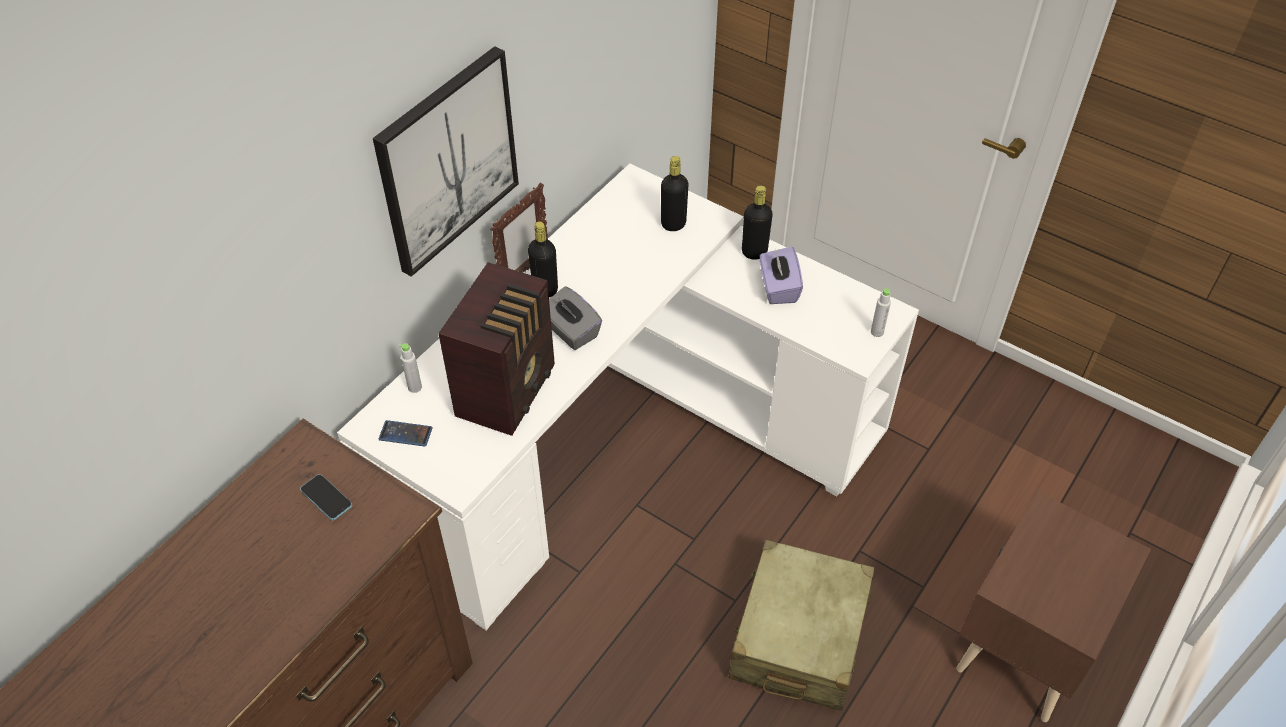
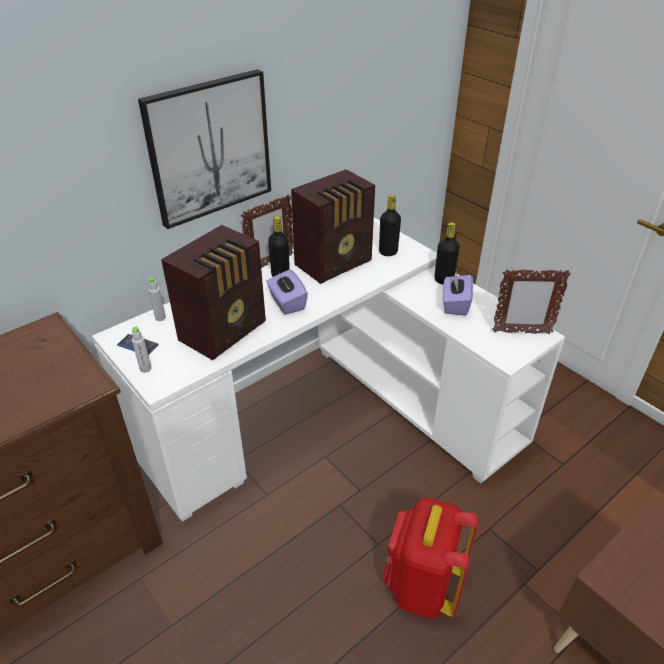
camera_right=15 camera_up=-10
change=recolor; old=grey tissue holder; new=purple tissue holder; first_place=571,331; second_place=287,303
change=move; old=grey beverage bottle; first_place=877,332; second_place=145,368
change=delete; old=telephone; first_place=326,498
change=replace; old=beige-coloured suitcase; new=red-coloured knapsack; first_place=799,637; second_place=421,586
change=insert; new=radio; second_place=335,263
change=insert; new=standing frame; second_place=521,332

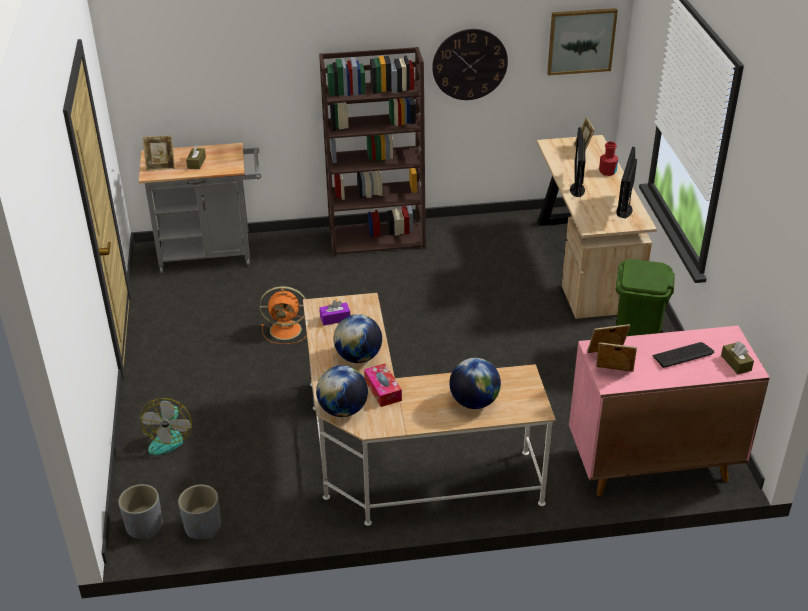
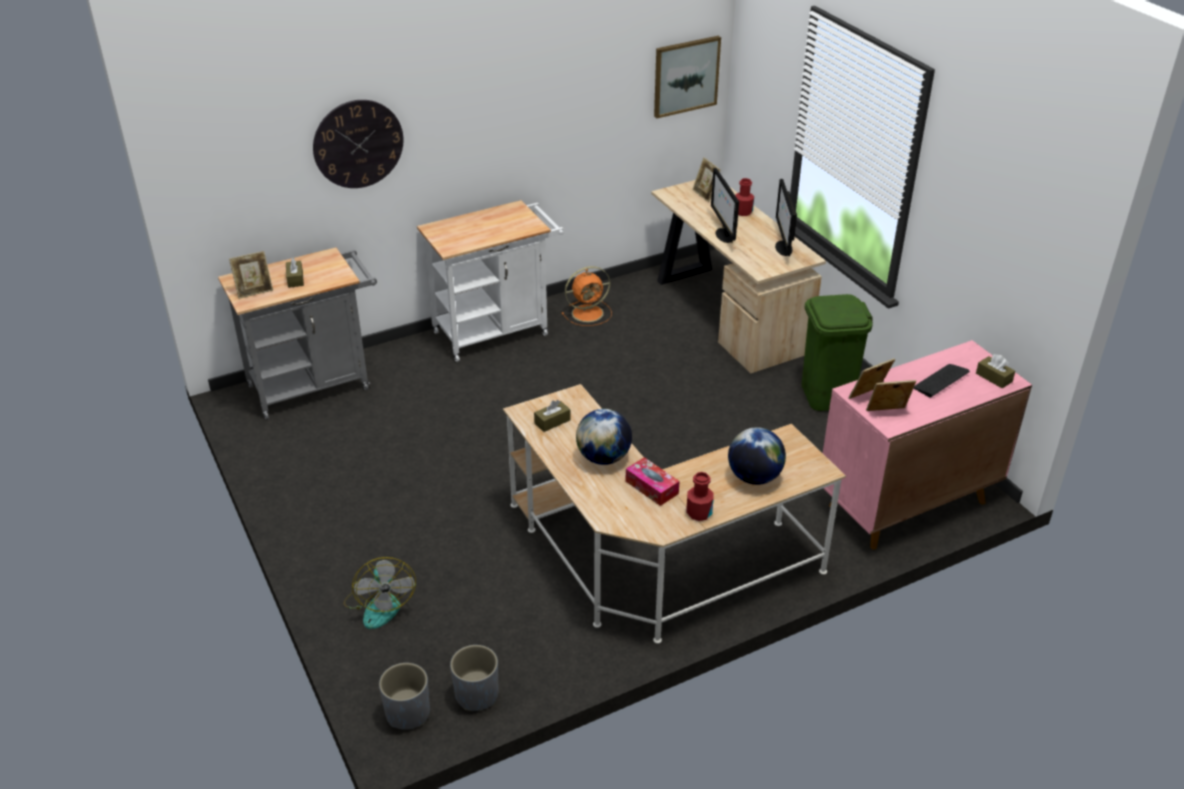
camera_right=-20 camera_up=0
change=move; old=clock on the wall; first_place=469,64; second_place=358,144
change=replace; old=brown shelving unit; new=whitish cart; first_place=377,238; second_place=497,331
change=move; old=orangey cooling fan; first_place=287,330; second_place=589,313
change=recolor; old=purple tissue holder; new=brown tissue holder; first_place=335,318; second_place=552,421
change=delete; old=world globe; first_place=343,410
change=insert; new=red-coloured beverage bottle; second_place=699,513

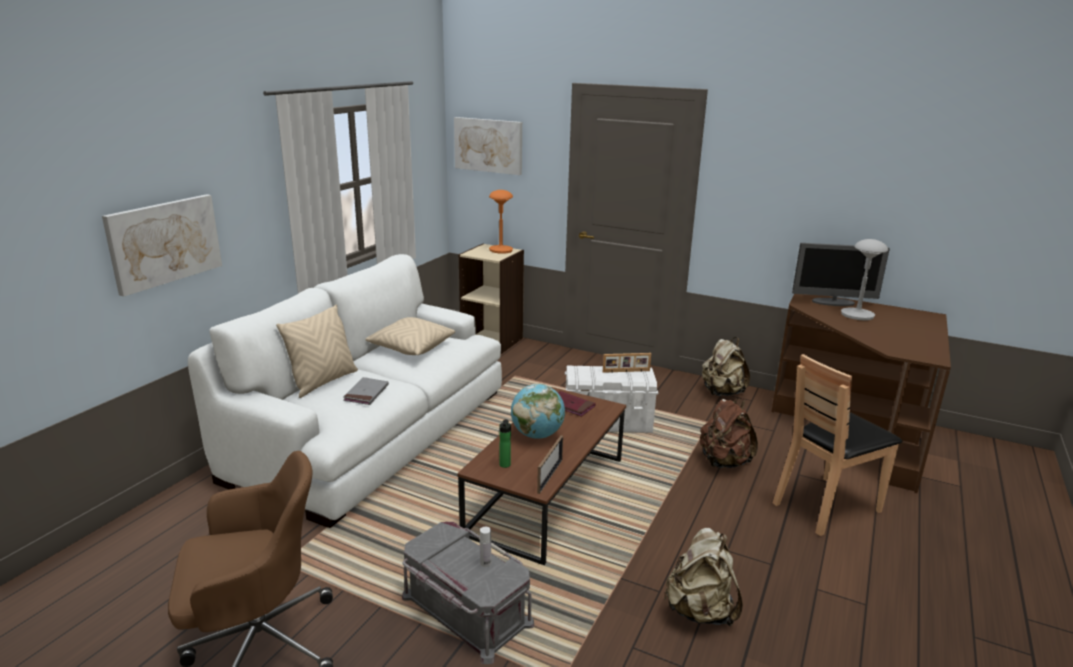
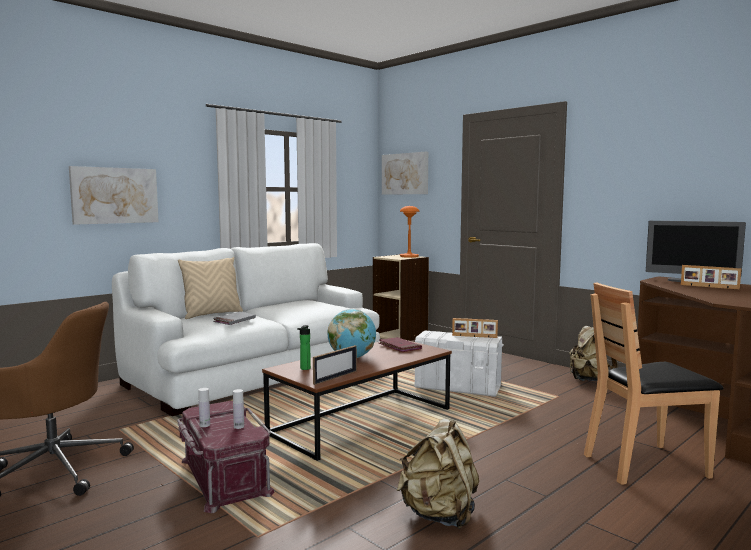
camera_right=20 camera_up=-15
change=replace; old=grey tabletop lamp; new=standing frame; first_place=857,315; second_place=709,287
change=delete; old=beige-coloured pillow; first_place=410,347
change=delete; old=brown knapsack; first_place=724,462
change=recolor; old=grey storage bin; new=red-coloured storage bin; first_place=465,611; second_place=223,478
change=insert; new=whitish beverage bottle; second_place=205,425

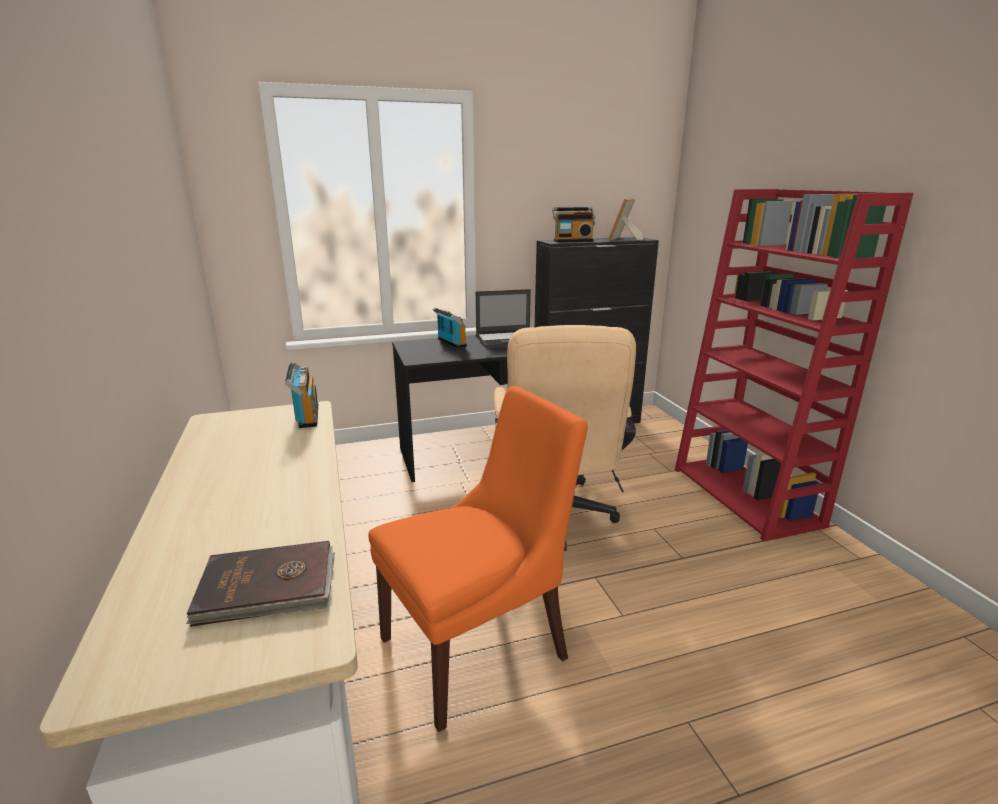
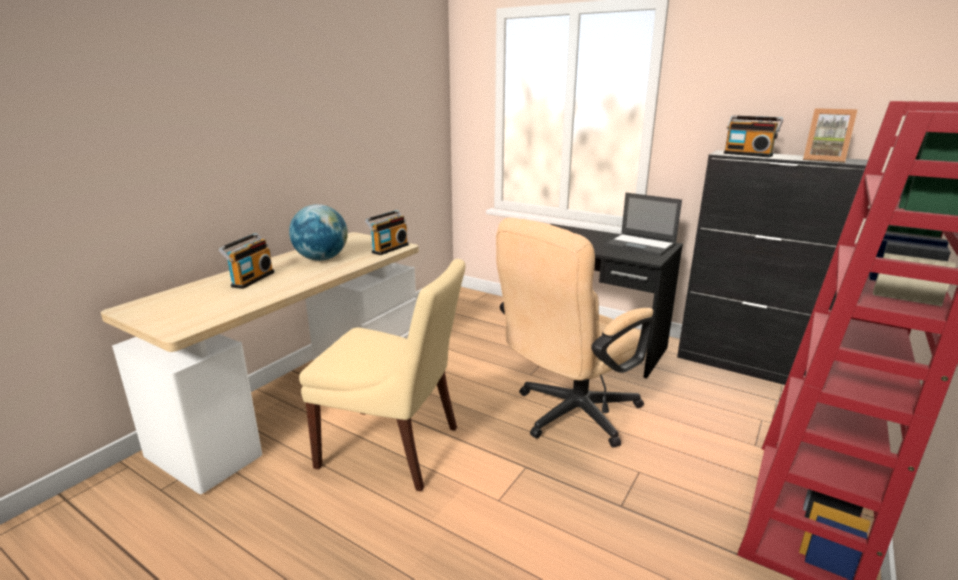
camera_right=50 camera_up=0
change=rotate; old=standing frame; first_place=624,239; second_place=823,159; degrees=-135
change=move; old=radio; first_place=450,343; second_place=251,279
change=recolor; old=orangey upright chair; new=beige-coloured upright chair; first_place=478,645; second_place=394,448
change=delete; old=brown bound book; first_place=268,588
change=insert; new=world globe; second_place=322,259

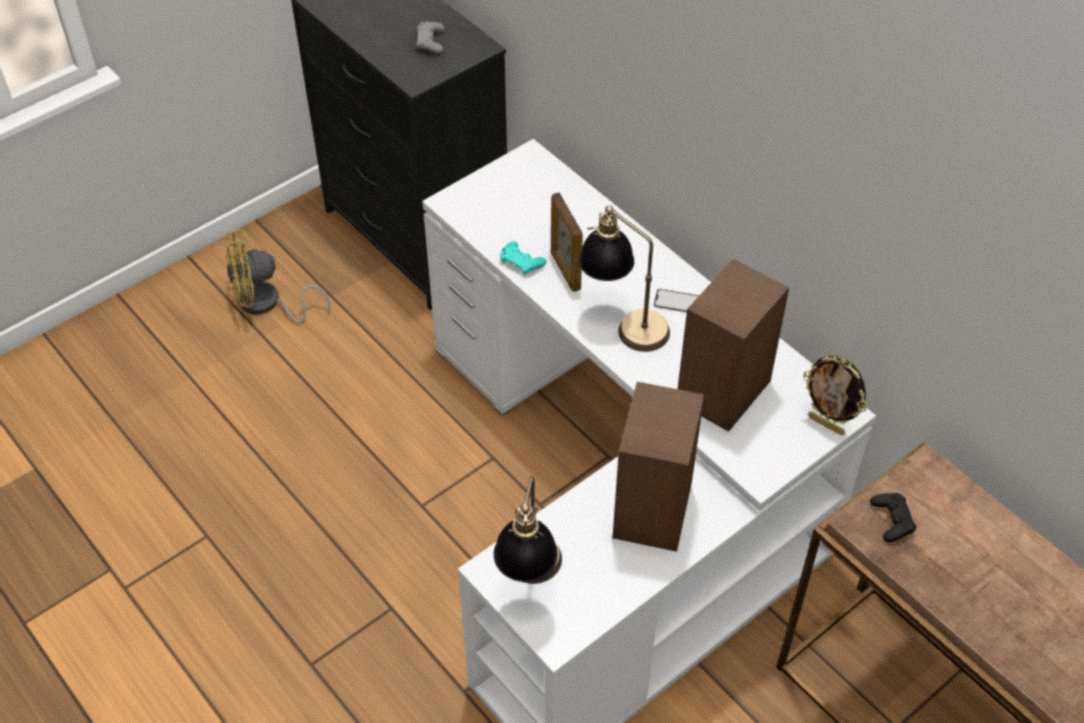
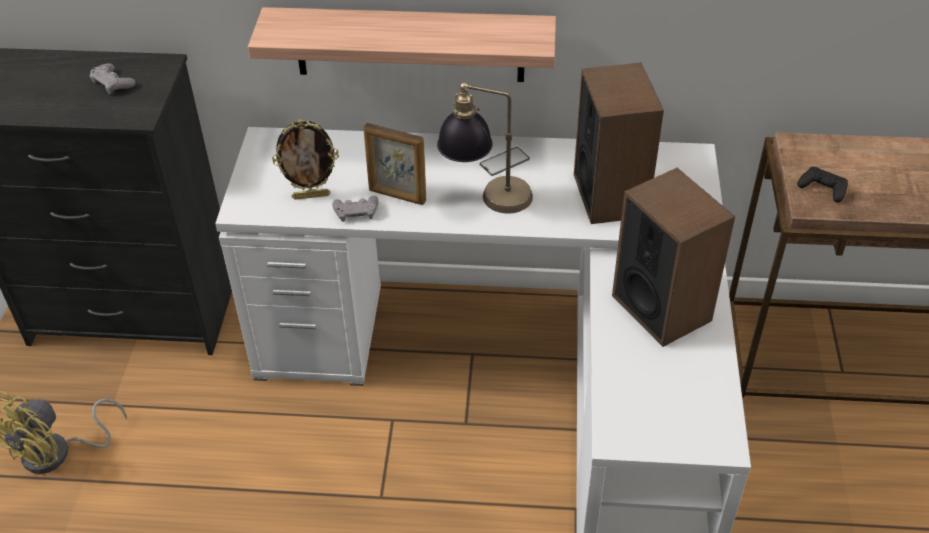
camera_right=-45 camera_up=-5
change=recolor; old=turquoise game controller; new=grey game controller; first_place=521,262; second_place=356,212
change=move; old=standing frame; first_place=827,424; second_place=311,195
change=delete; old=tabletop lamp; first_place=529,580
change=insert; new=wall shelf; second_place=409,44

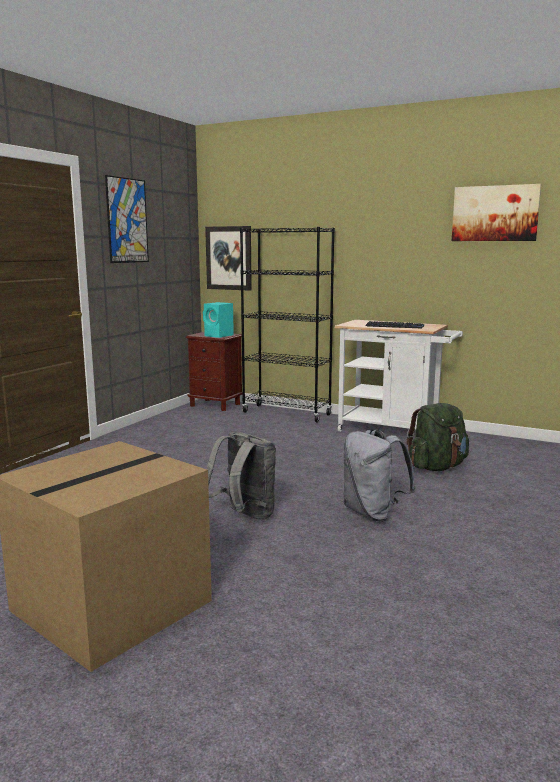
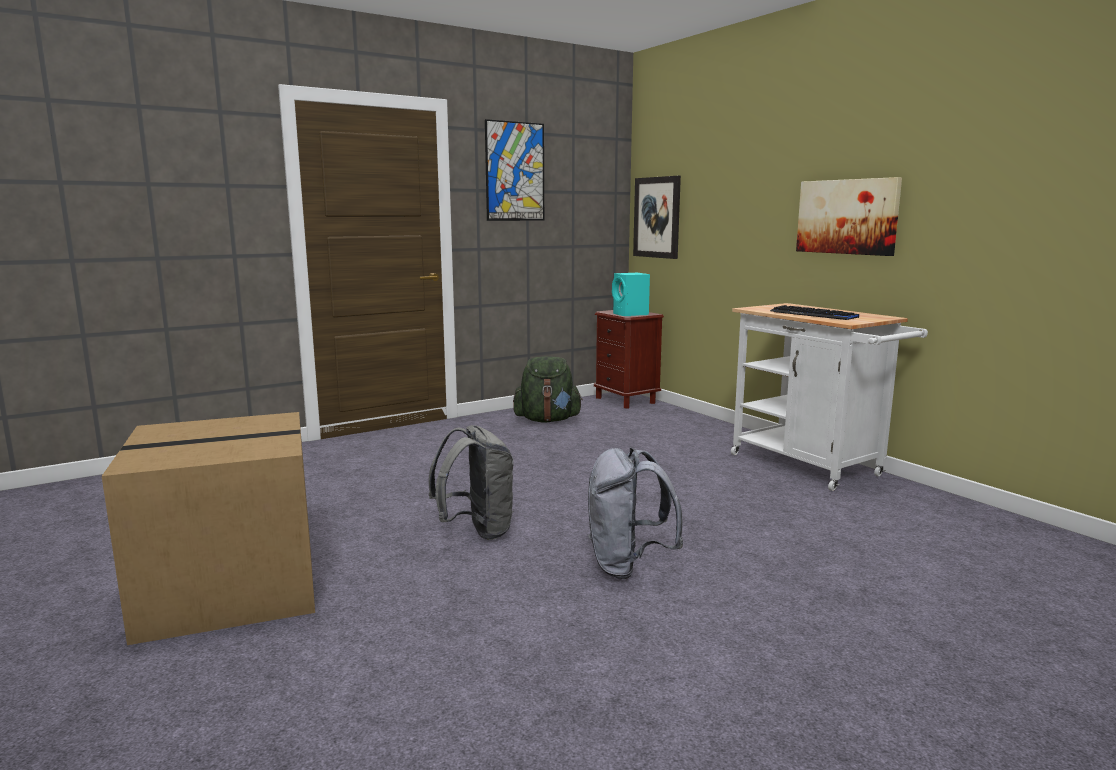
camera_right=30 camera_up=0
change=move; old=wall art; first_place=495,213; second_place=847,216
change=delete; old=black shelving unit; first_place=286,413
change=move; old=green-coloured knapsack; first_place=436,467; second_place=547,420

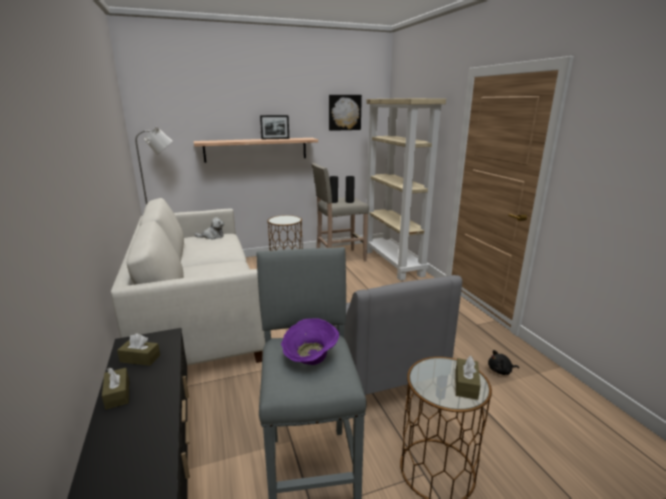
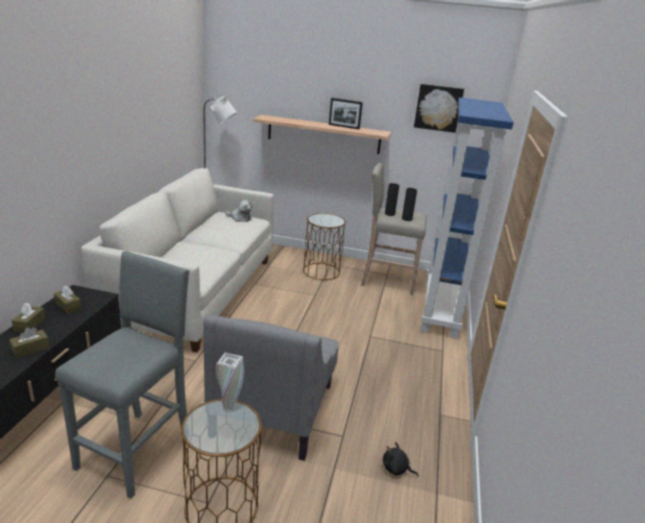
camera_right=30 camera_up=5
change=recolor; old=beige-coloured shelving unit; new=blue-coloured shelving unit; first_place=394,263; second_place=441,309
change=delete; old=purple serving bowl; first_place=309,359
change=move; old=brown tissue holder; first_place=466,385; second_place=30,349
change=insert; new=whitish flower vase; second_place=229,406

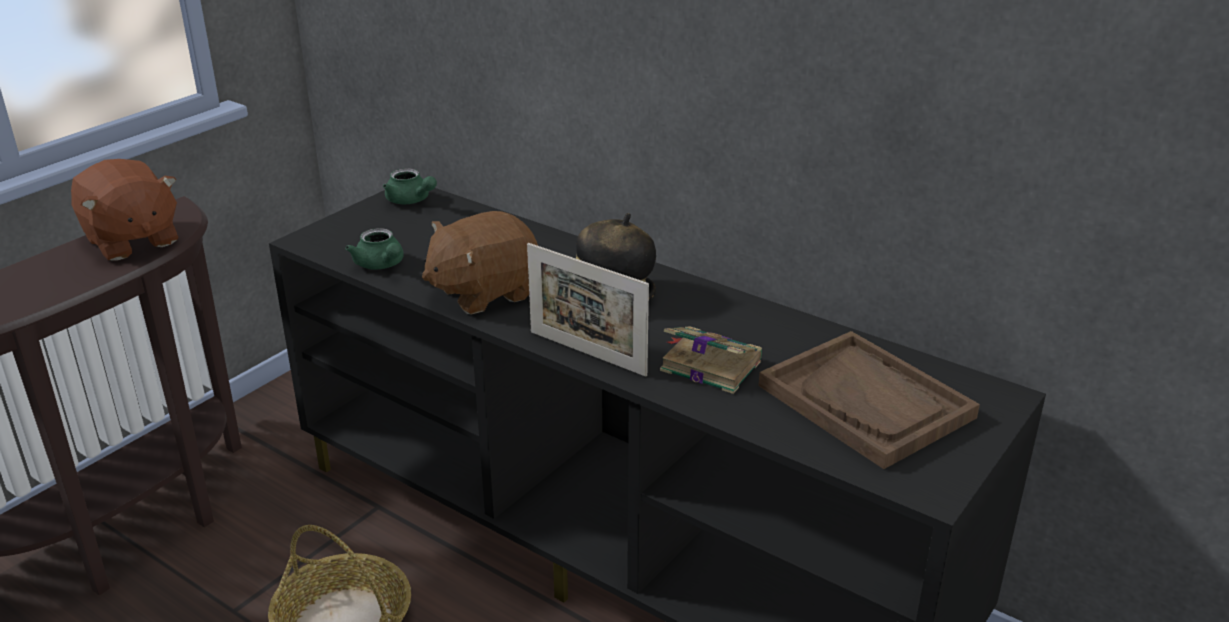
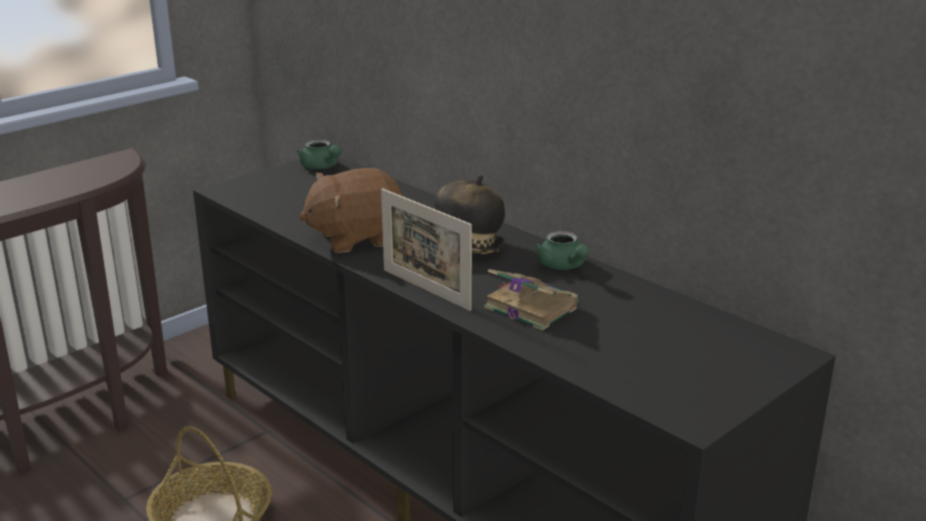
camera_right=10 camera_up=-5
change=delete; old=brown cuddly toy; first_place=131,241
change=move; old=green-coloured tea pot; first_place=381,265; second_place=563,266
change=delete; old=brown carrying tray; first_place=866,402

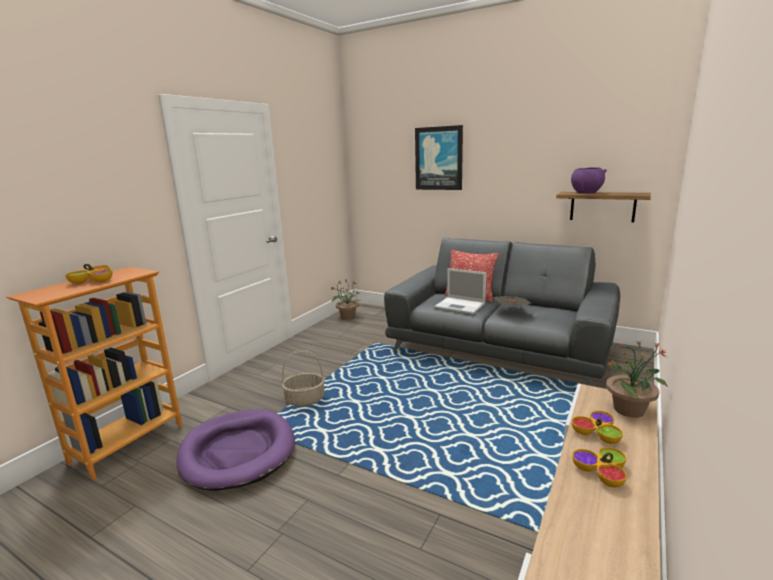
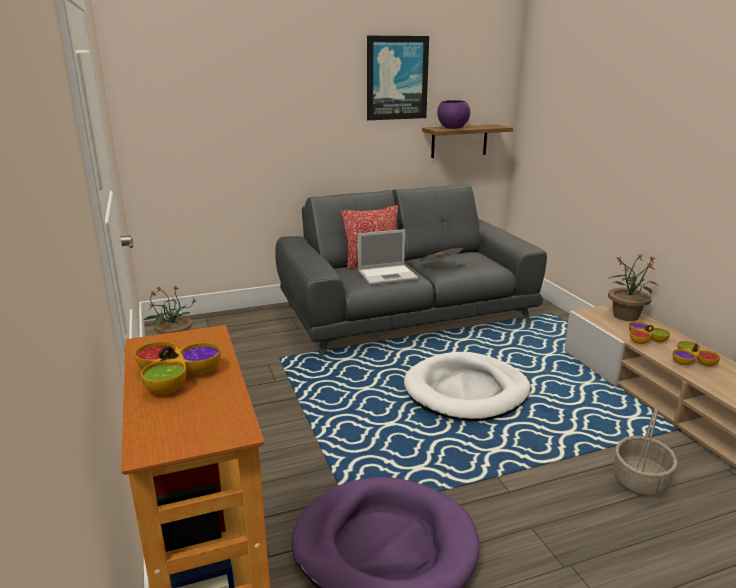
camera_right=-50 camera_up=5
change=move; old=wall art; first_place=439,158; second_place=397,78
change=move; old=storage basket; first_place=305,399; second_place=639,480
change=insert; new=whitish dog cushion; second_place=466,391

